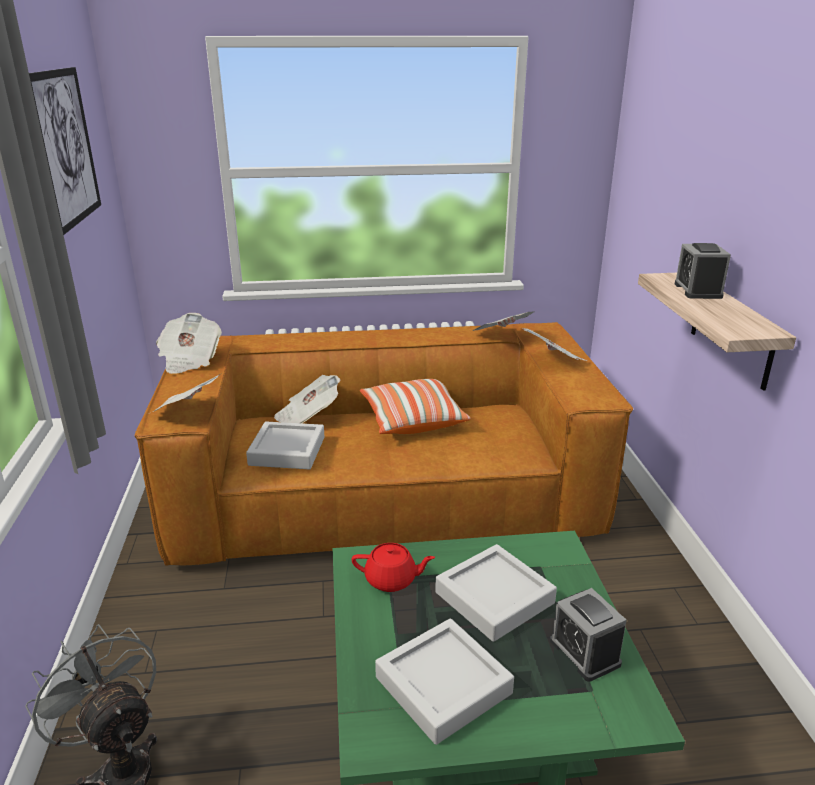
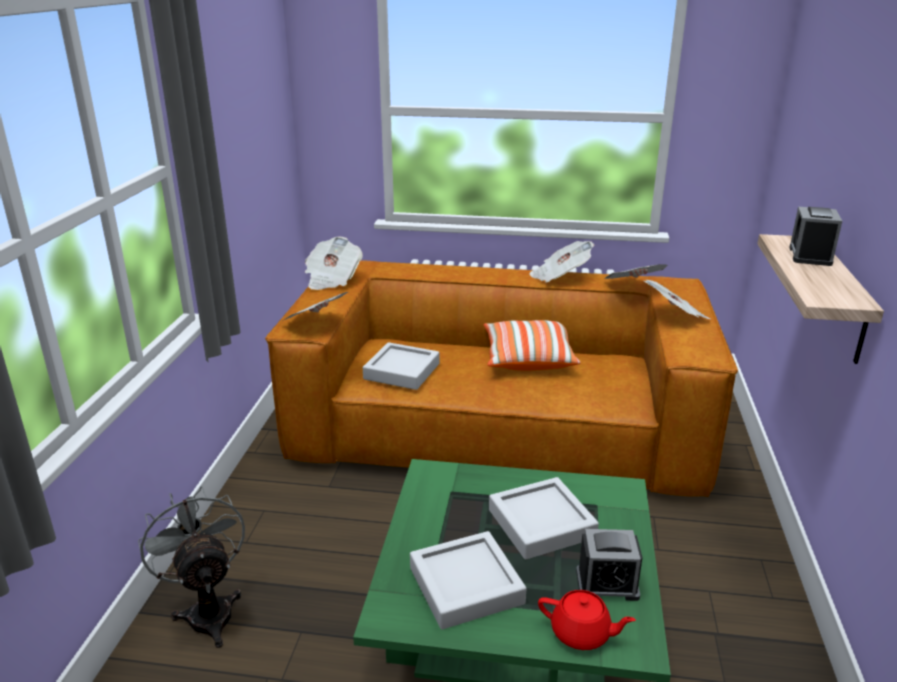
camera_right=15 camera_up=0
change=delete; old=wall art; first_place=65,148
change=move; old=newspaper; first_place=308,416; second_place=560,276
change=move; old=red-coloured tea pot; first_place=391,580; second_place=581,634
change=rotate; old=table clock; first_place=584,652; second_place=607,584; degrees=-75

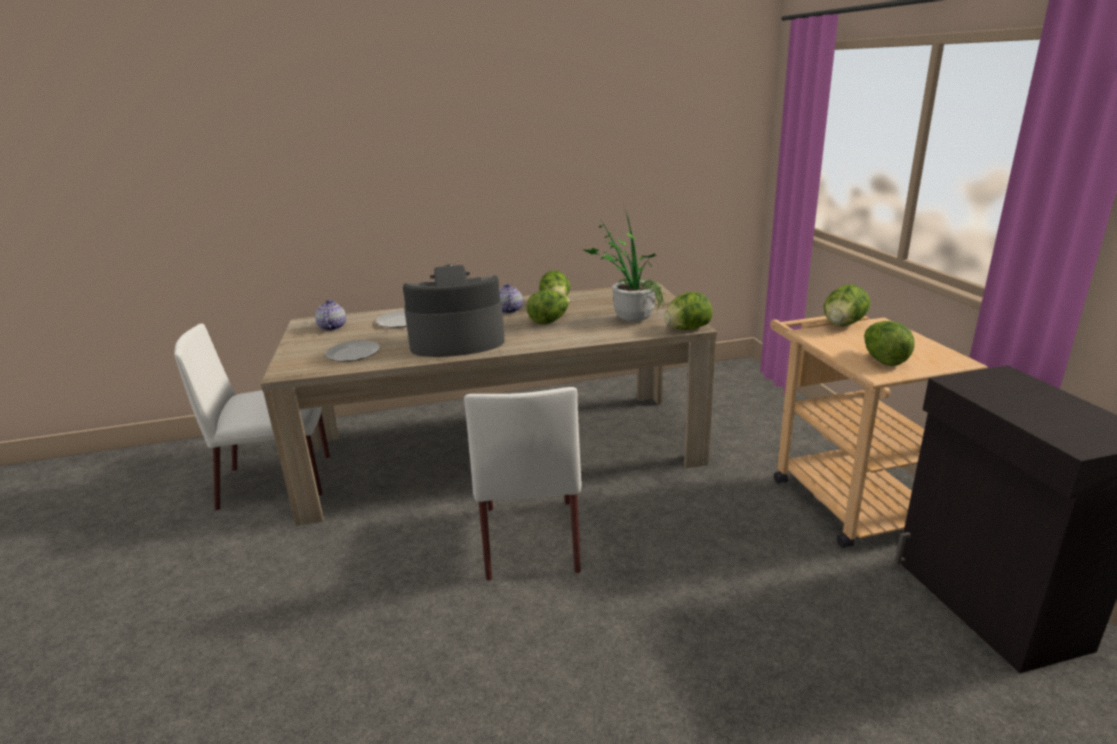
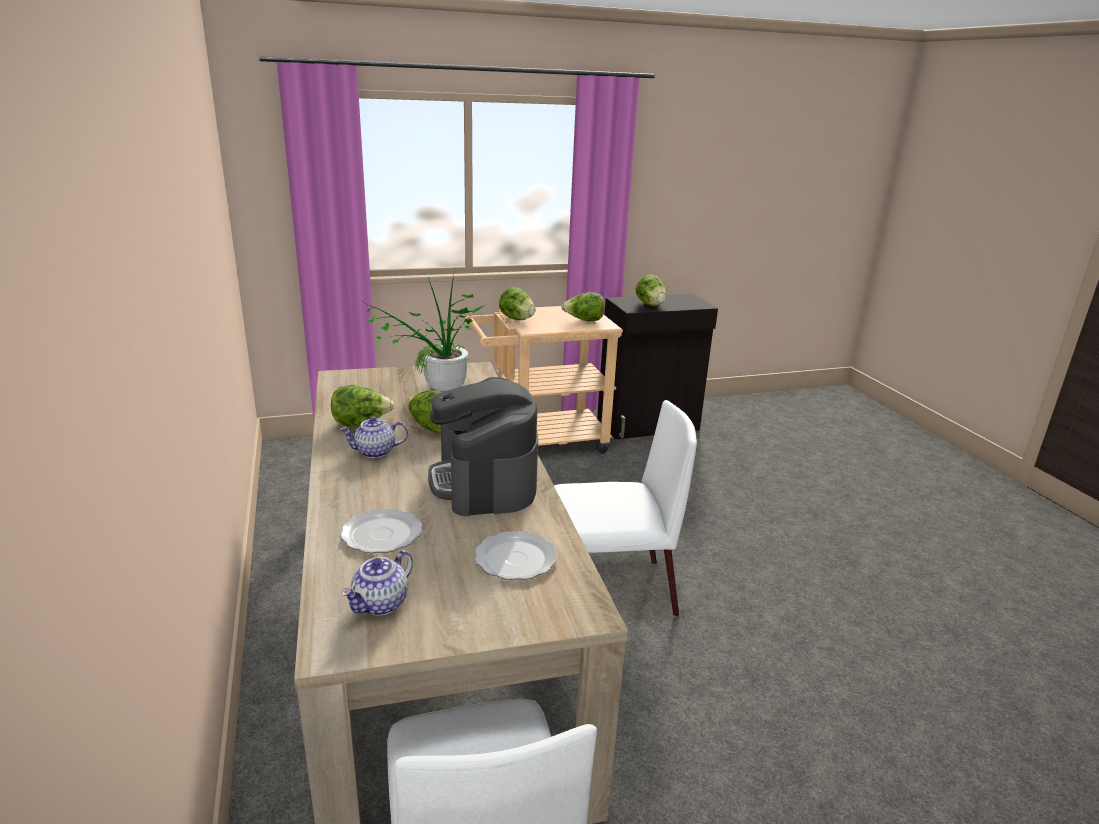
camera_right=-95 camera_up=0
change=move; old=head of lettuce; first_place=687,329; second_place=650,305
change=rotate; old=tea pot; first_place=332,327; second_place=380,604; degrees=-45

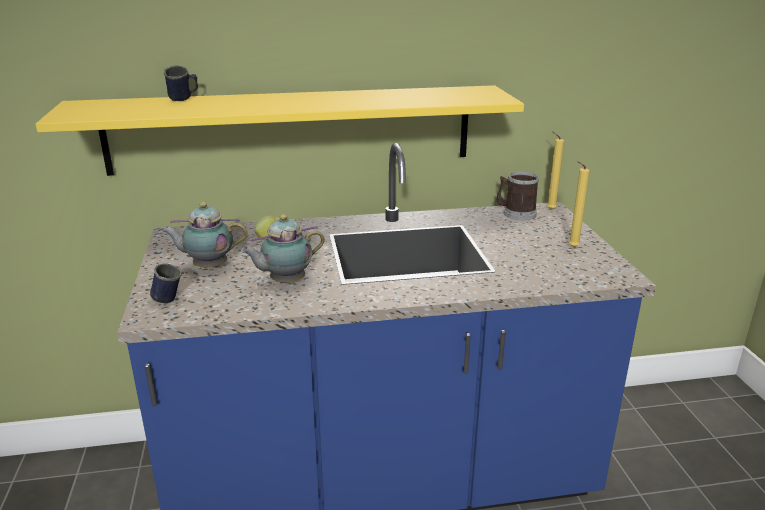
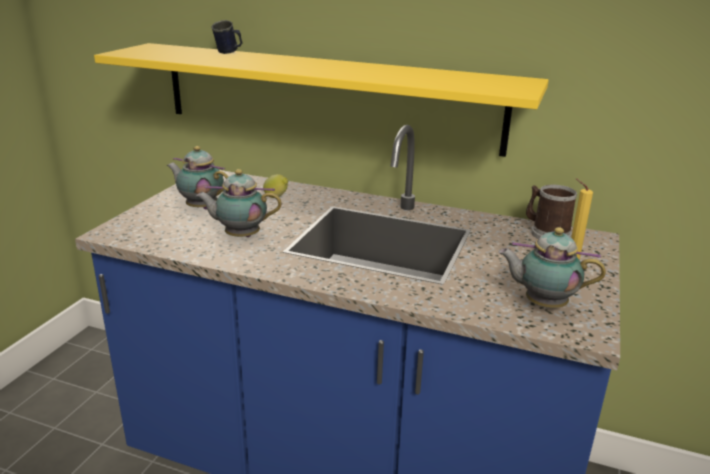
camera_right=30 camera_up=0
change=delete; old=yellow-coloured wax light; first_place=549,209
change=delete; old=blue-coloured coffee mug; first_place=170,297
change=insert; new=tea pot; second_place=542,304

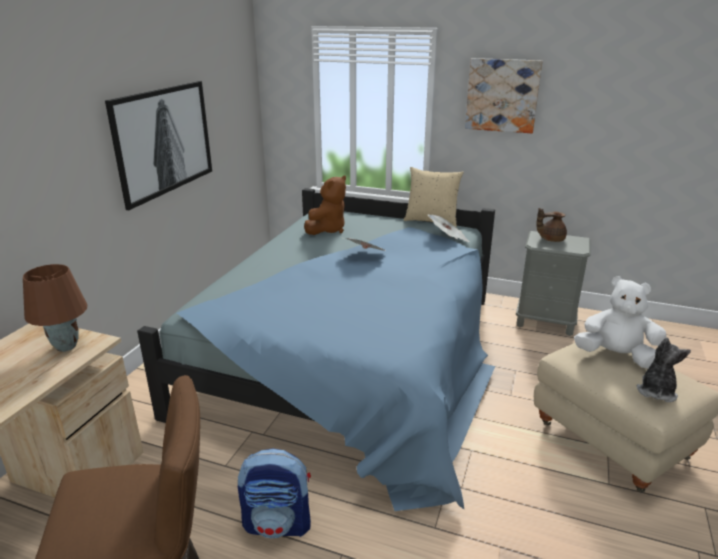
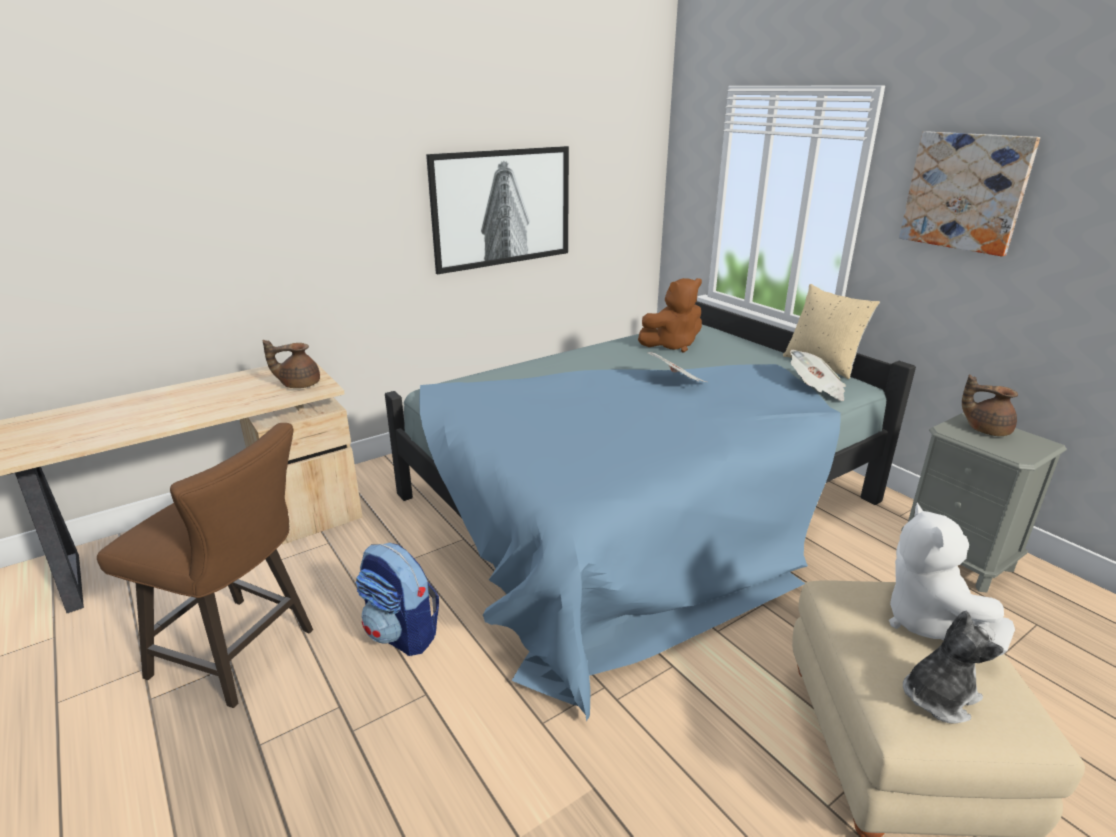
camera_right=35 camera_up=0
change=replace; old=brown tabletop lamp; new=brown tea pot; first_place=65,346; second_place=299,384
change=rotate; old=whitish cuddly toy; first_place=616,356; second_place=928,623; degrees=-150

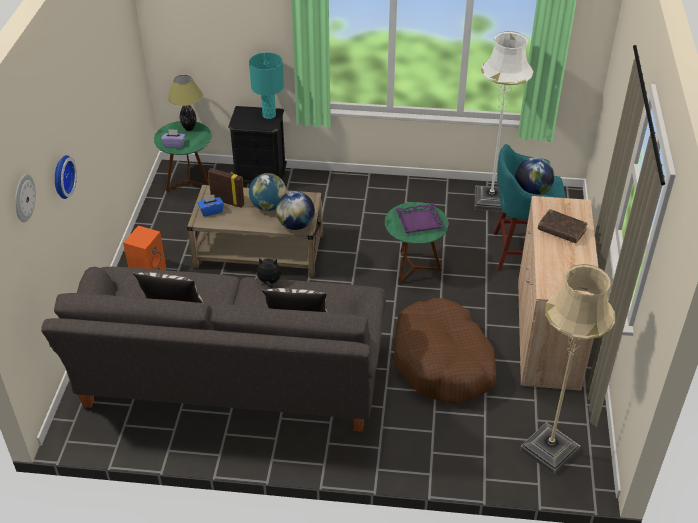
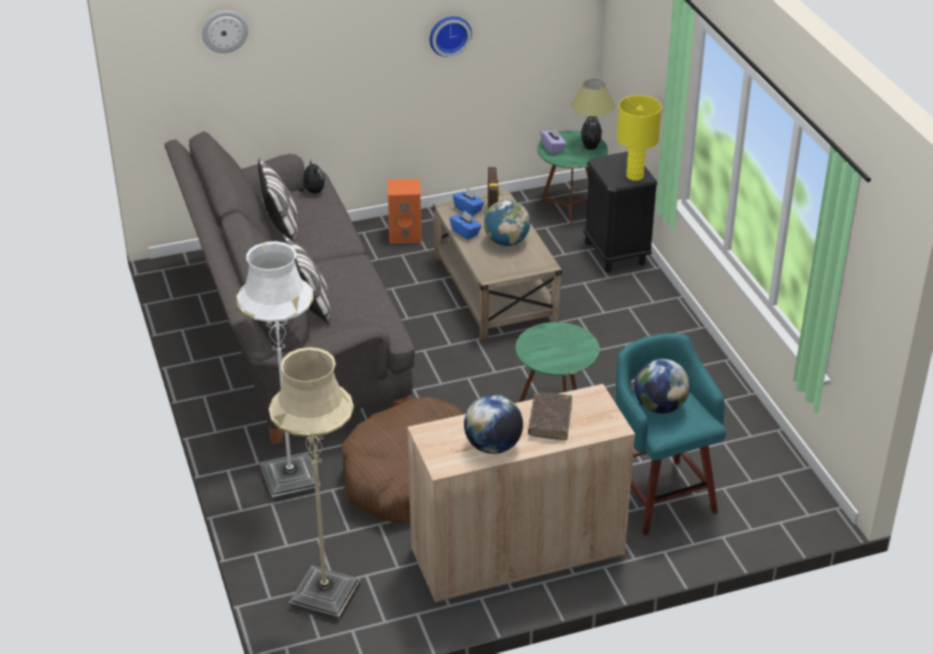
camera_right=65 camera_up=-5
change=move; old=whitish standard lamp; first_place=490,200; second_place=291,480
change=recolor; old=turquoise tabletop lamp; new=yellow-coloured tabletop lamp; first_place=269,115; second_place=634,176
change=move; old=clock on the wall; first_place=61,176; second_place=449,34
change=move; old=world globe; first_place=296,225; second_place=493,446
change=delete; old=purple carrying tray; first_place=419,221
change=move; old=cuddly toy; first_place=269,282; second_place=312,191
change=insert; new=blue-coloured tissue holder; second_place=465,232

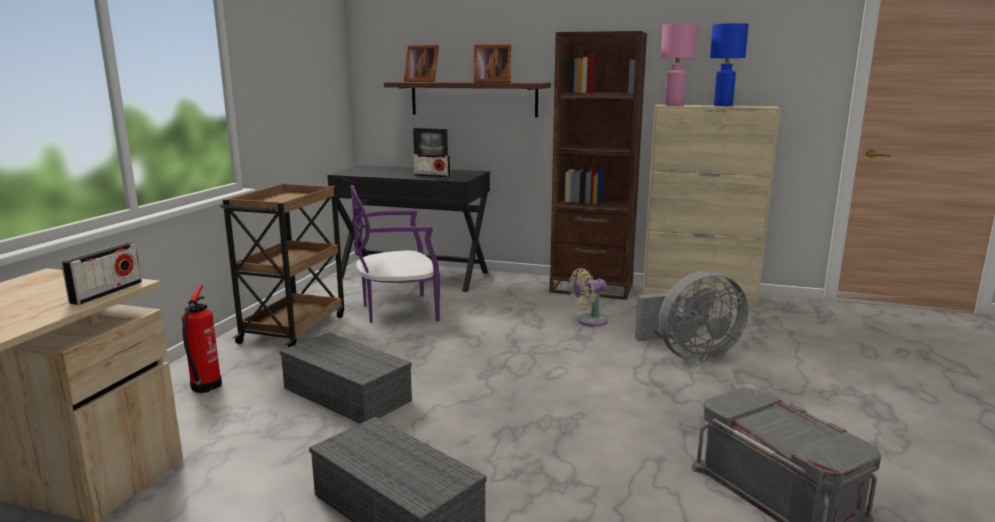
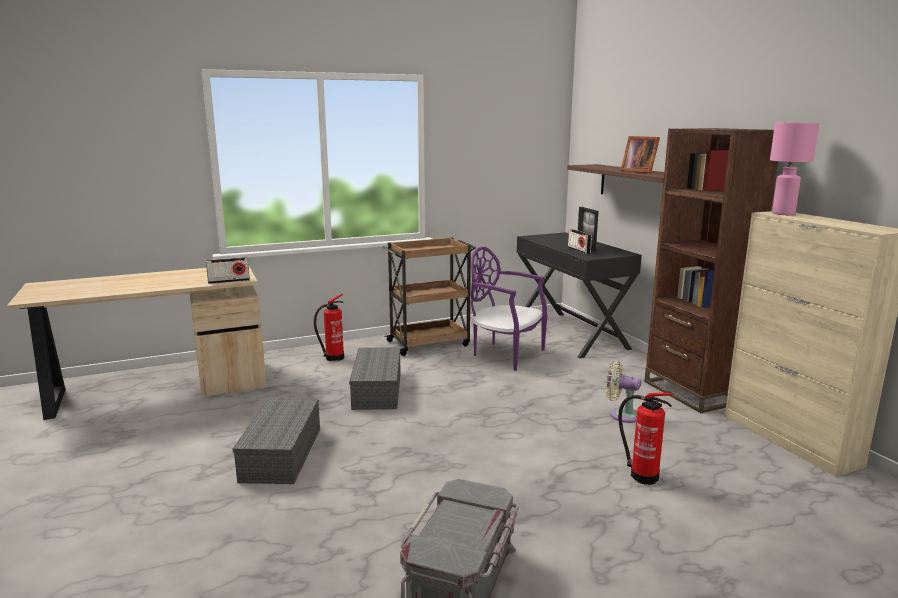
camera_right=50 camera_up=0
change=delete; old=blue-coloured tabletop lamp; first_place=723,105
change=delete; old=standing frame; first_place=422,81
change=replace; old=grey cooling fan; new=extinguisher; first_place=689,355; second_place=641,475

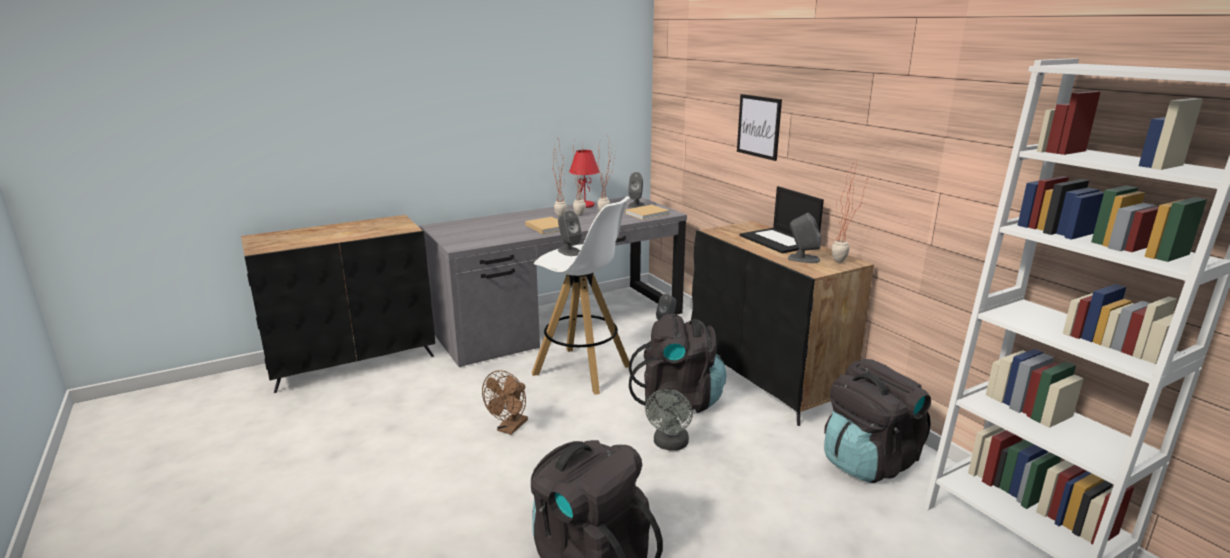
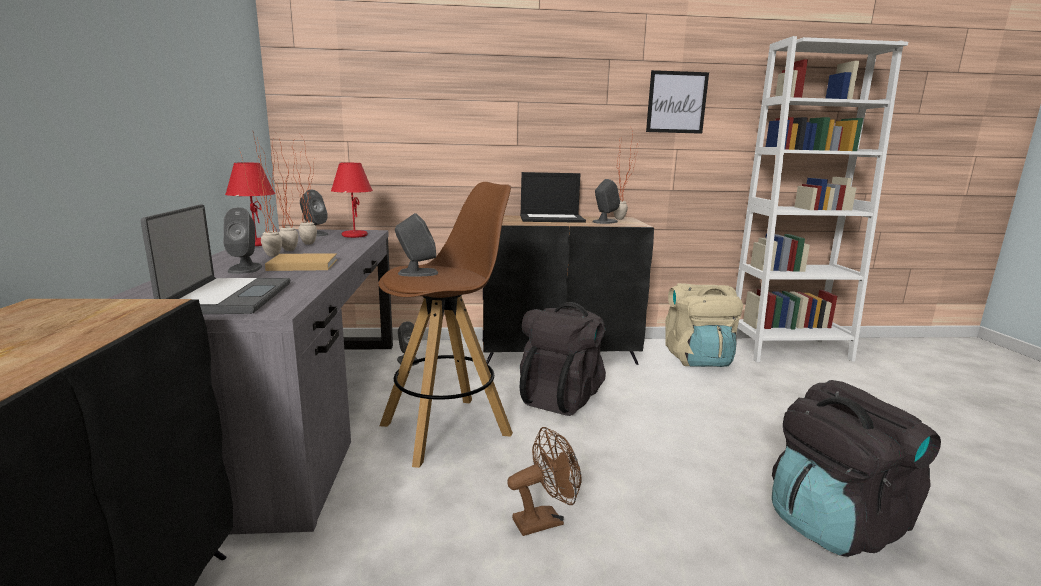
camera_right=-65 camera_up=-5
change=move; old=wall art; first_place=759,126; second_place=676,102
change=recolor; old=whitish stool; new=brown stool; first_place=583,370; second_place=447,429
change=replace; old=beige-coloured bound book; new=red-coloured tabletop lamp; first_place=648,213; second_place=354,235
change=recolor; old=black knapsack; new=beige-coloured knapsack; first_place=869,461; second_place=697,359
change=rotate; old=brown cooling fan; first_place=510,428; second_place=545,520; degrees=-75
change=delete; old=grey cooling fan; first_place=670,445
change=insert; new=laptop; second_place=228,298
change=insert; new=grey speaker; second_place=245,269

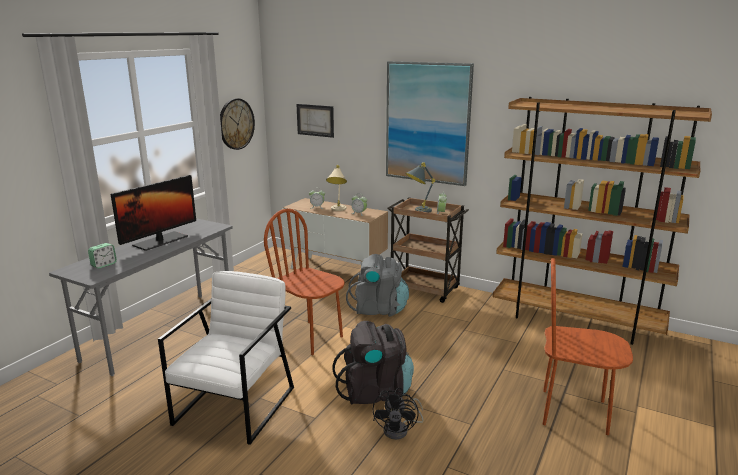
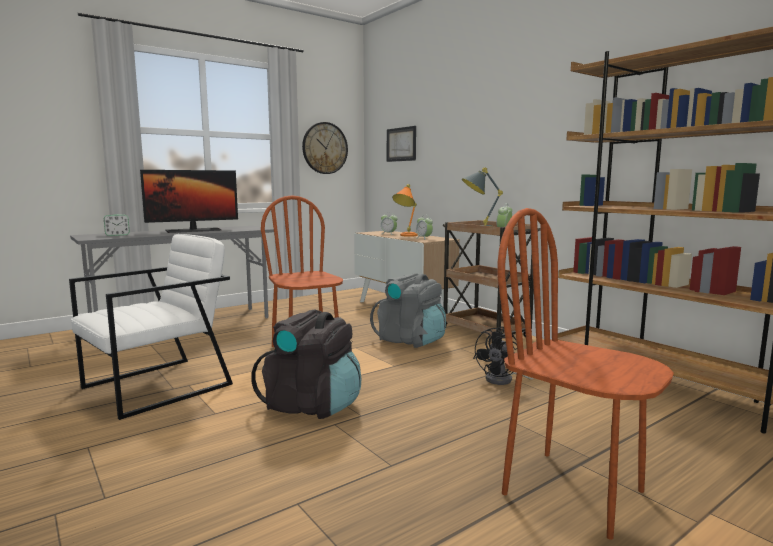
camera_right=25 camera_up=-10
change=delete; old=wall art; first_place=427,123
change=recolor; old=beige-coloured tabletop lamp; new=orangey tabletop lamp; first_place=337,210; second_place=405,236
change=move; old=black cooling fan; first_place=400,430; second_place=505,380

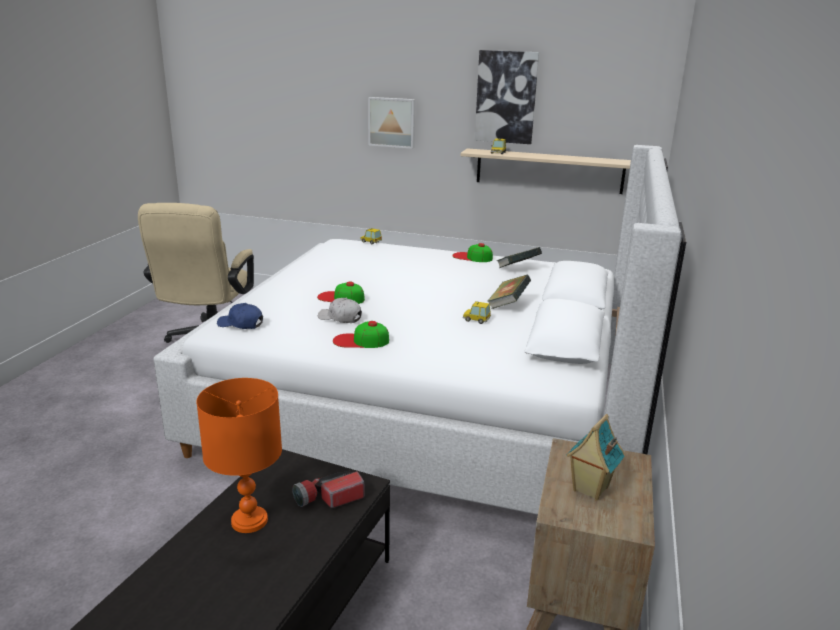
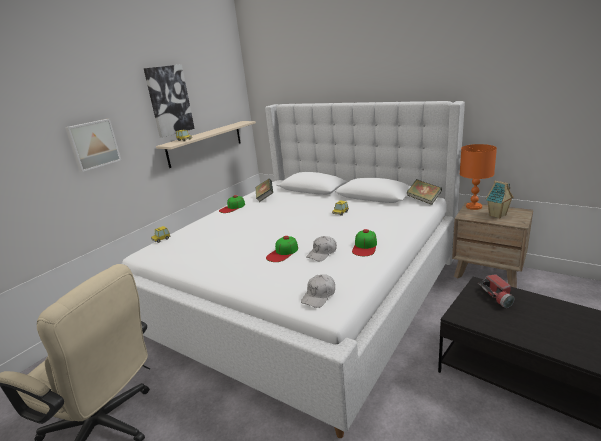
camera_right=-70 camera_up=0
change=move; old=bound book; first_place=508,304; second_place=423,200
change=recolor; old=blue-coloured baseball cap; new=whitish baseball cap; first_place=241,324; second_place=319,296
change=move; old=orangey tabletop lamp; first_place=248,521; second_place=474,207

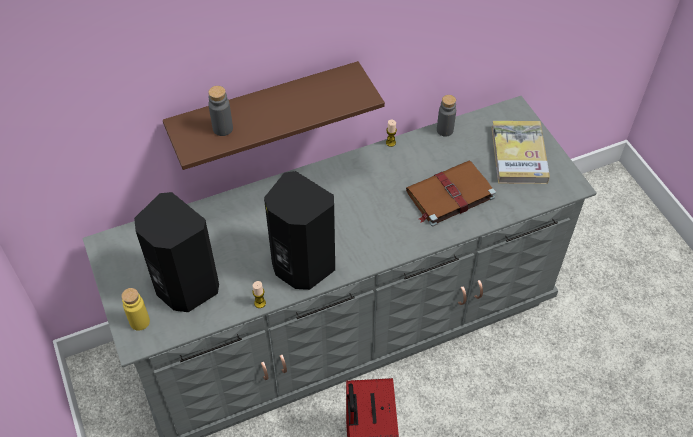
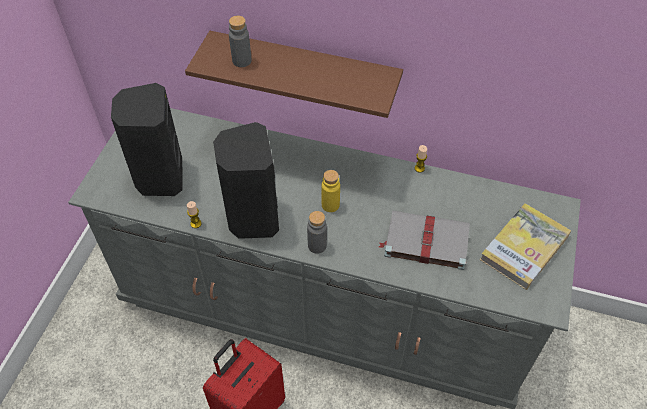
camera_right=40 camera_up=0
change=move; old=grey beverage bottle; first_place=444,130; second_place=317,245
change=recolor; old=brown bound book; new=grey bound book; first_place=449,195; second_place=425,241
change=move; old=yellow-coloured beverage bottle; first_place=140,322; second_place=330,205

